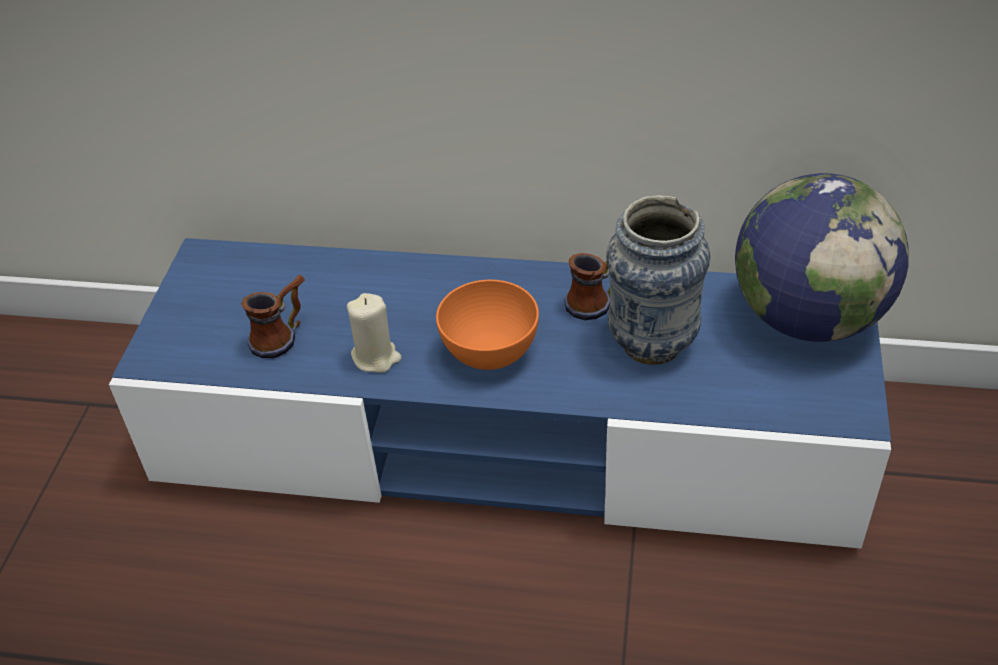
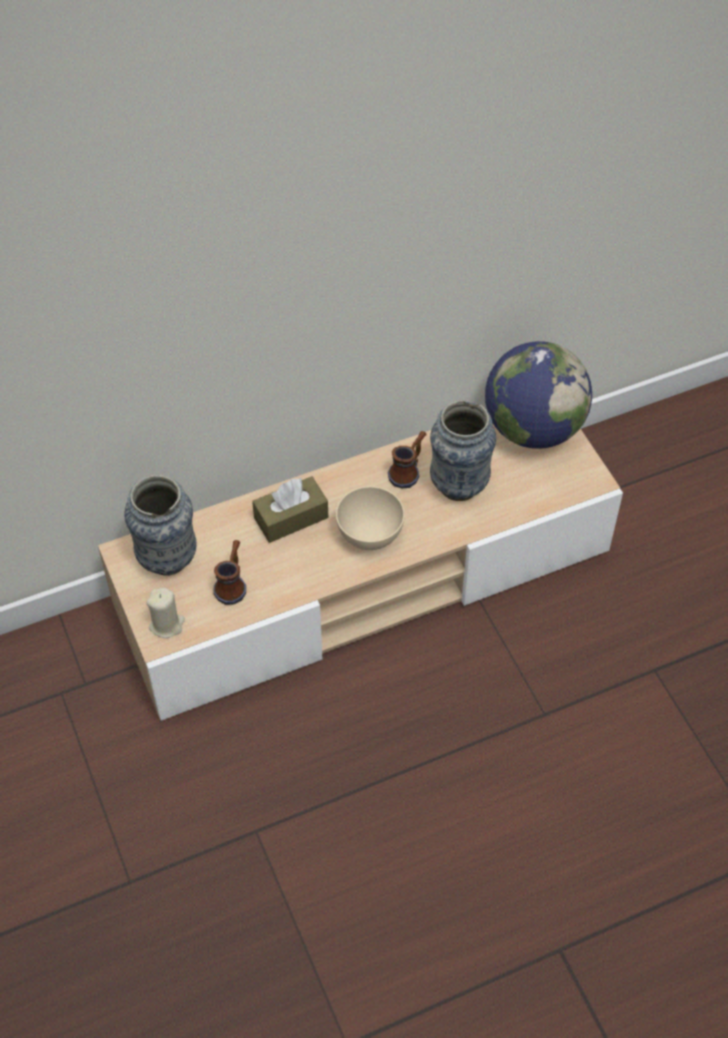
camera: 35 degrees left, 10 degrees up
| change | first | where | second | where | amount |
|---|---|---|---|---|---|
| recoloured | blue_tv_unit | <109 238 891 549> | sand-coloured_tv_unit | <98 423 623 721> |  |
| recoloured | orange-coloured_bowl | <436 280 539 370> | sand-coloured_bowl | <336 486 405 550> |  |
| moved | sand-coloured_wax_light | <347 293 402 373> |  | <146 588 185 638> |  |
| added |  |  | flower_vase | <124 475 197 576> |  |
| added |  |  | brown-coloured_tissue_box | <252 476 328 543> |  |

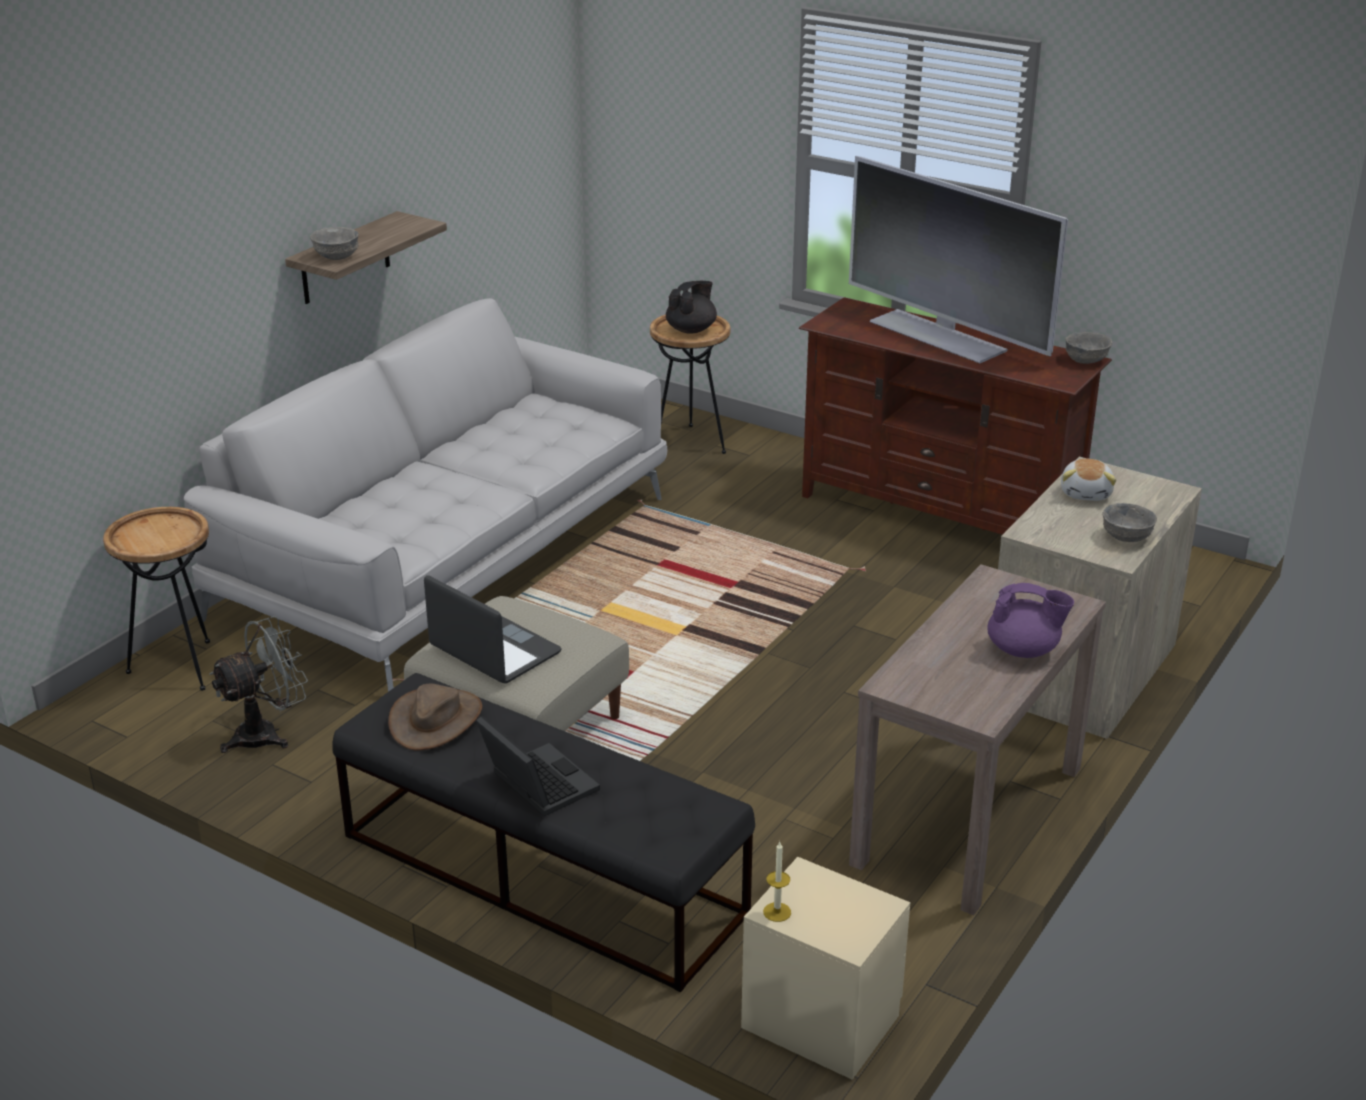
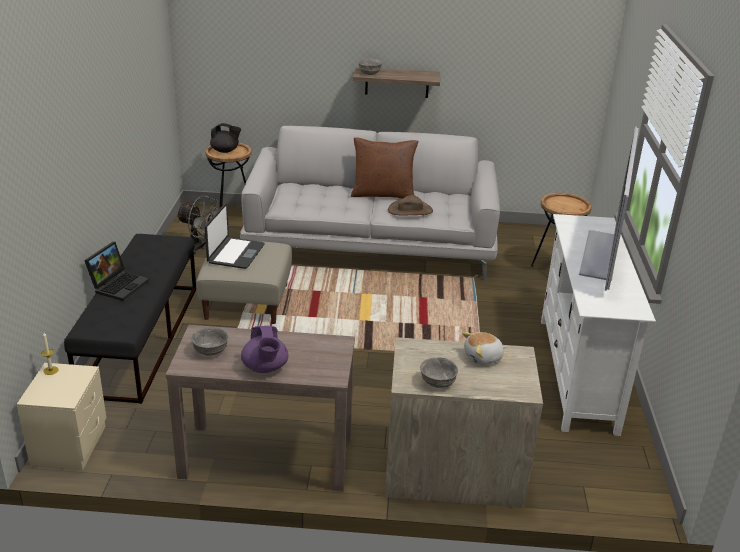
camera: 60 degrees right, 0 degrees up
| change | first | where | second | where | amount |
|---|---|---|---|---|---|
| moved | black-coloured_teapot | <666 281 717 334> |  | <210 123 241 153> |  |
| recoloured | brown-coloured_tv_unit | <799 297 1112 535> | whitish_tv_unit | <541 214 656 436> |  |
| moved | gray_bowl | <1065 332 1112 364> |  | <191 327 229 356> |  |
| moved | brown-coloured_hat | <388 684 482 751> |  | <388 195 433 215> |  |
| added |  |  | brown-coloured_pillow | <351 137 418 199> |  |

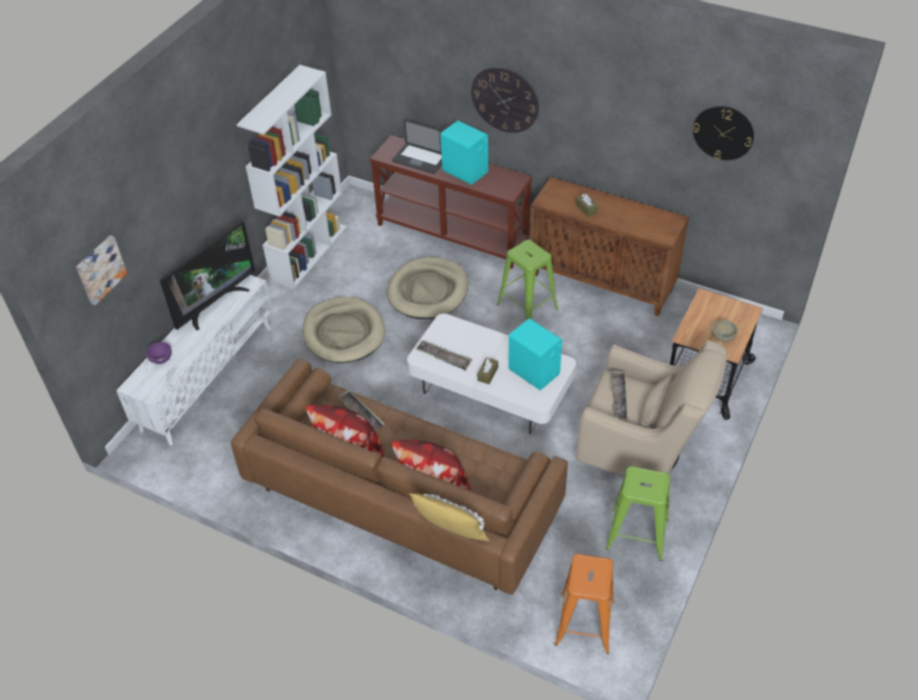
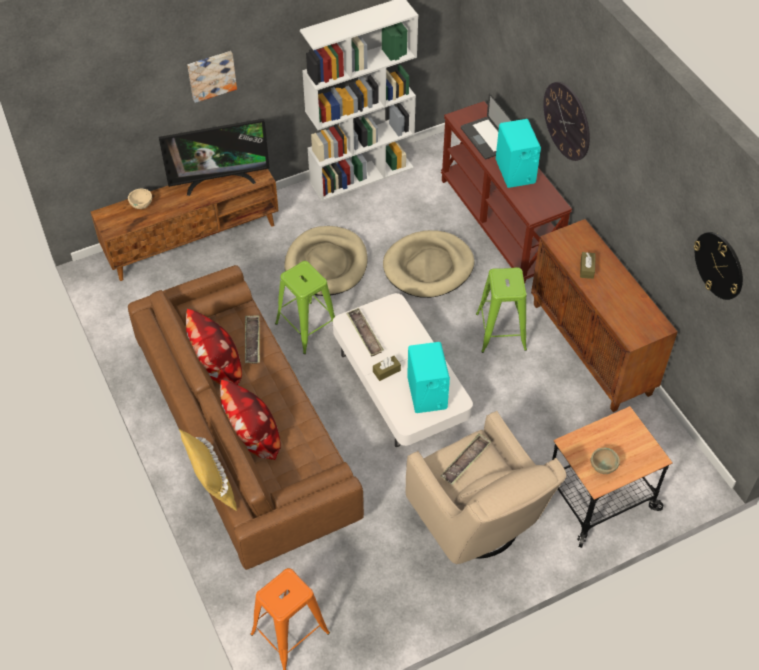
camera: 35 degrees right, 5 degrees up
| change | first | where | second | where | amount |
|---|---|---|---|---|---|
| moved | picture | <76 235 127 305> |  | <187 51 237 103> |  |
| recoloured | whitish_tv_unit | <116 275 273 445> | brown-coloured_tv_unit | <91 169 278 281> |  |
| recoloured | purple_bowl | <146 342 172 364> | sand-coloured_bowl | <128 189 152 209> |  |
| moved | greenish_sitting_stool | <605 466 670 561> |  | <275 261 335 354> |  |

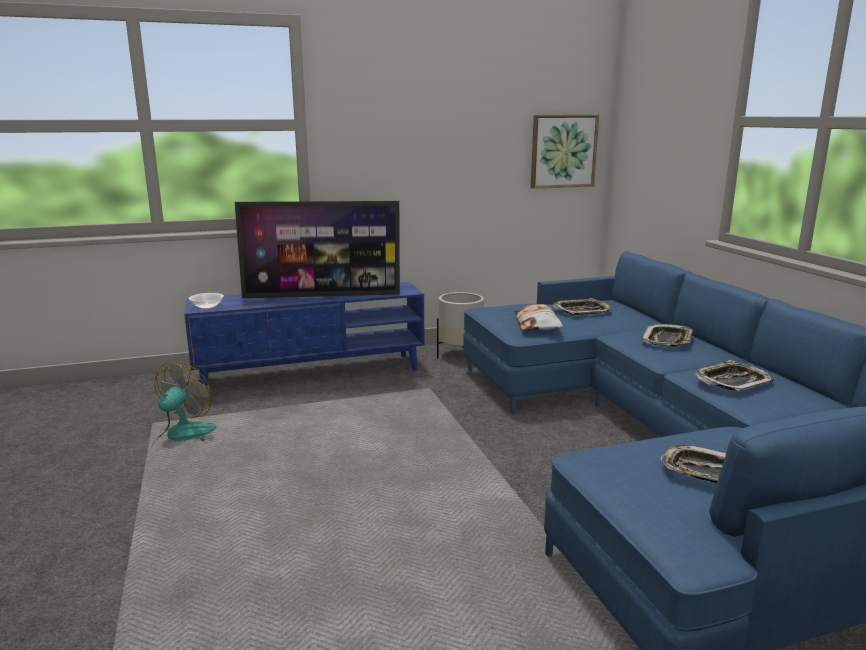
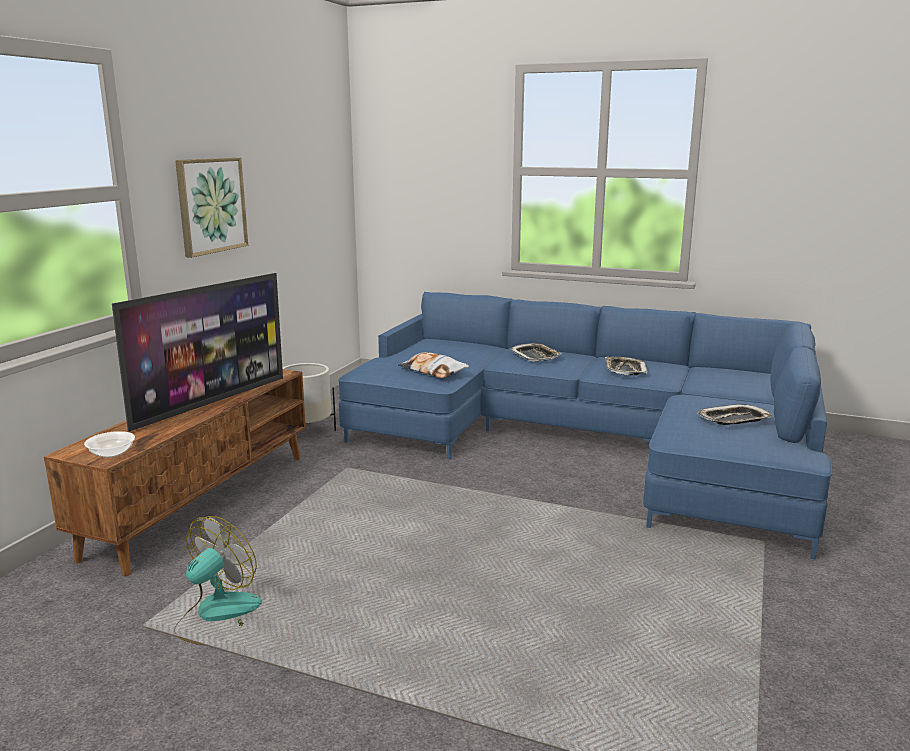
camera: 50 degrees left, 0 degrees up
| change | first | where | second | where | amount |
|---|---|---|---|---|---|
| moved | picture | <531 115 599 189> |  | <175 157 248 258> |  |
| recoloured | blue_tv_unit | <184 282 424 386> | brown-coloured_tv_unit | <44 369 306 577> |  |
| removed | serving_tray | <553 298 612 315> |  |  |  |
| turned | cooling_fan | <152 362 216 451> |  | <174 516 262 645> | 60 degrees clockwise |

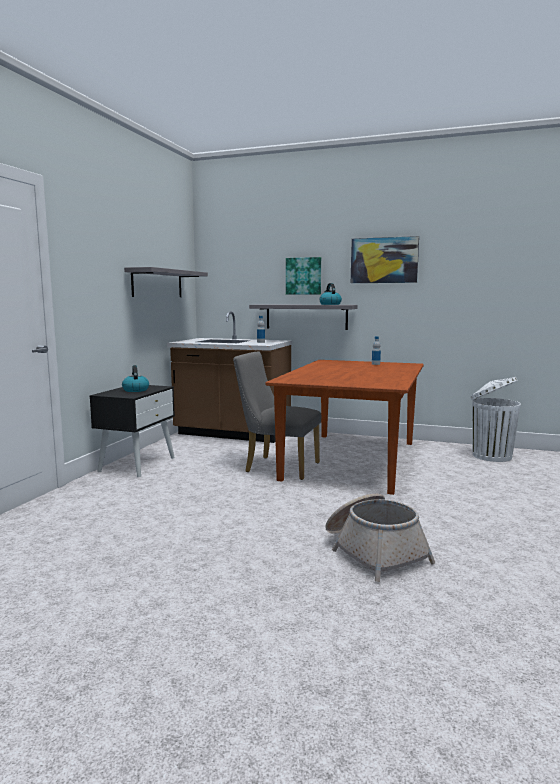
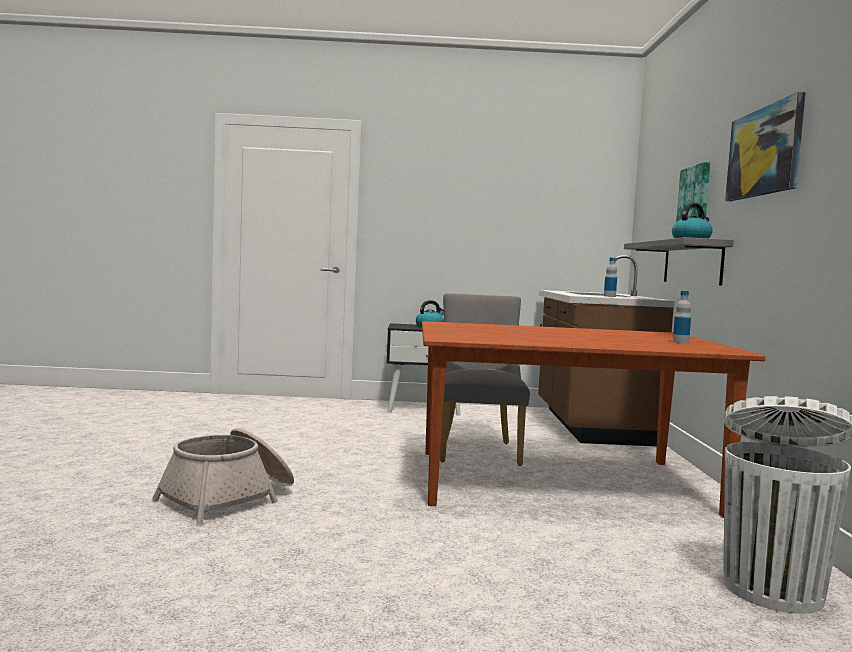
camera: 70 degrees right, 5 degrees down
| change | first | where | second | where | amount |
|---|---|---|---|---|---|
| removed | gray_wall_shelf | <124 267 208 297> |  |  |  |

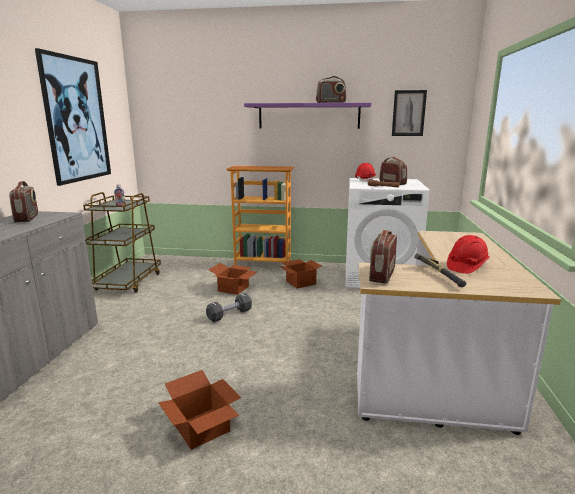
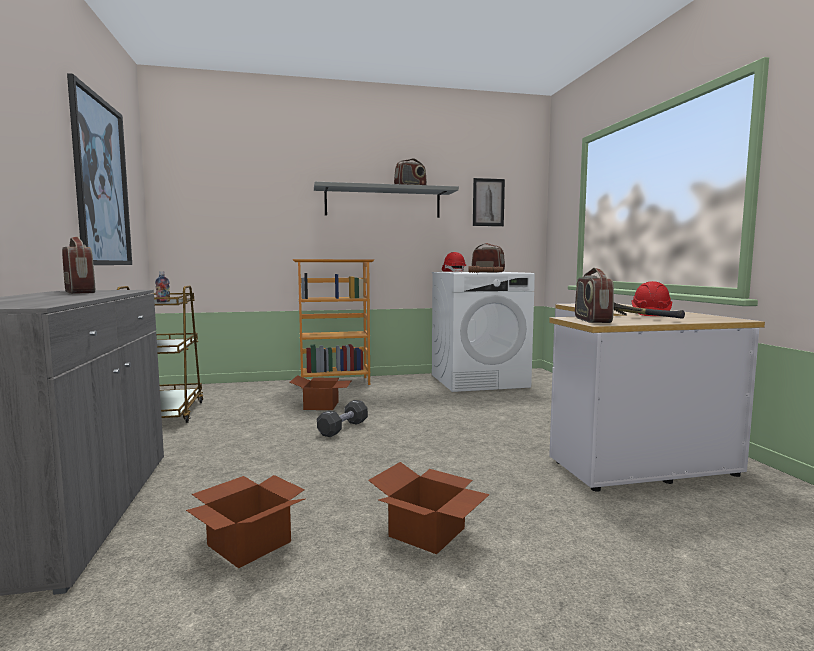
camera: 20 degrees left, 10 degrees down
| change | first | where | second | where | amount |
|---|---|---|---|---|---|
| recoloured | purple_wall_shelf | <244 103 371 129> | gray_wall_shelf | <314 182 459 218> |  |
| moved | packing_box | <281 259 322 289> |  | <186 475 305 568> |  |

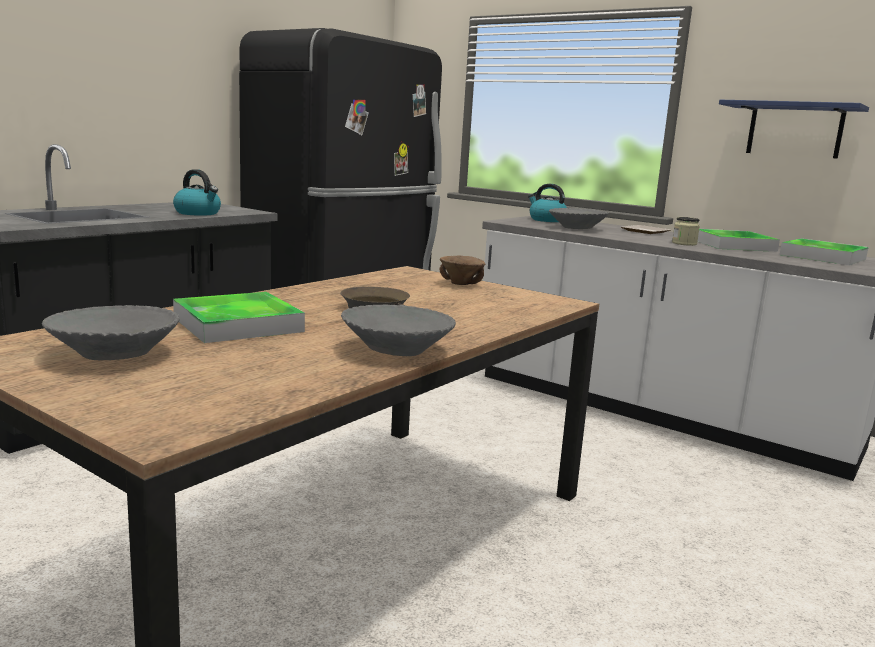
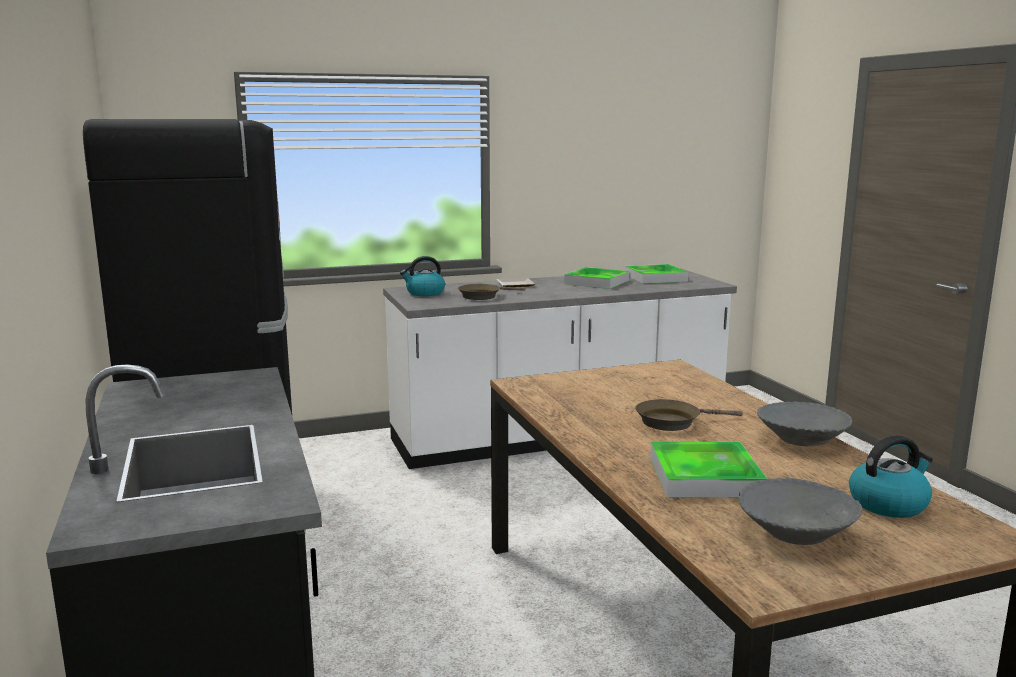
camera: 55 degrees left, 0 degrees up
| change | first | where | second | where | amount |
|---|---|---|---|---|---|
| removed | blue_wall_shelf | <719 100 869 159> |  |  |  |
| moved | kettle | <173 169 221 216> |  | <849 435 933 518> |  |
| replaced | gray_bowl | <549 208 609 229> | brown-coloured_skillet | <458 284 526 300> |  |
| removed | jar | <672 217 700 246> |  |  |  |
| removed | brown-coloured_bowl | <440 255 485 285> |  |  |  |

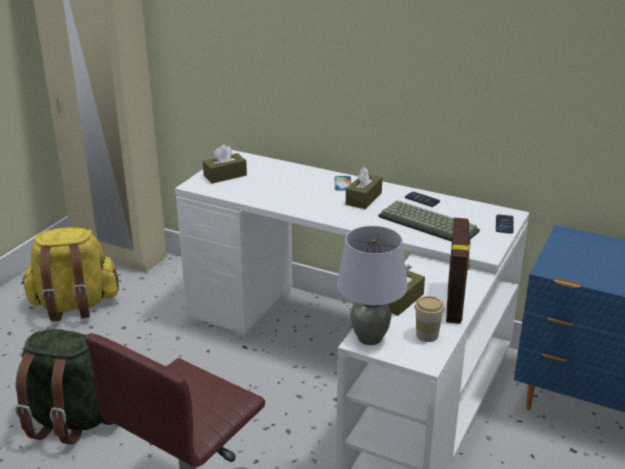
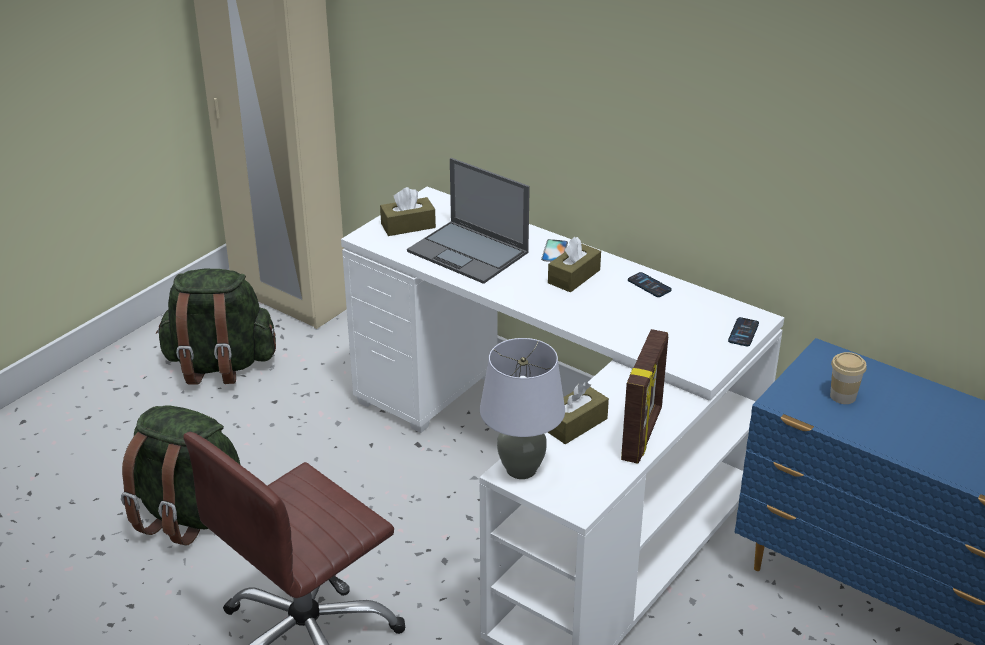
camera: 10 degrees right, 5 degrees up
| change | first | where | second | where | amount |
|---|---|---|---|---|---|
| removed | PC_keyboard | <378 200 480 242> |  |  |  |
| recoloured | yellow-coloured_rucksack | <21 227 119 321> | greenish_rucksack | <156 269 276 384> |  |
| moved | small_cup | <414 296 445 342> |  | <830 352 867 404> |  |
| added |  |  | notebook_computer | <407 158 530 284> |  |

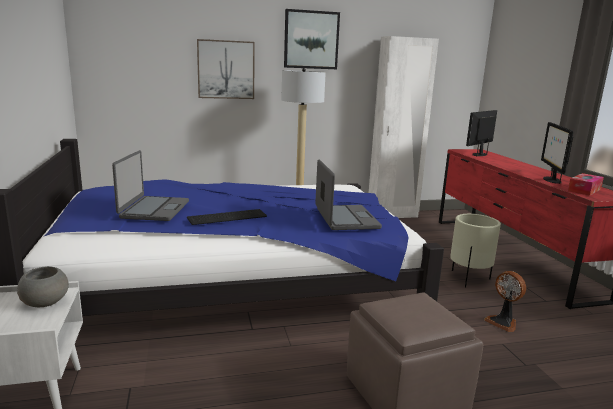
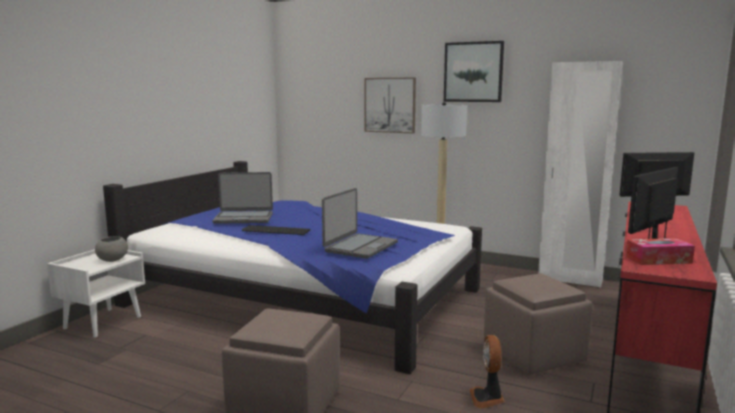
camera: 40 degrees right, 5 degrees down
| change | first | where | second | where | amount |
|---|---|---|---|---|---|
| turned | notebook_computer | <112 150 189 221> |  | <212 172 273 224> | 45 degrees clockwise |
| replaced | sand-coloured_planter | <450 214 501 287> | brown-coloured_ottoman | <484 273 593 375> |  |

